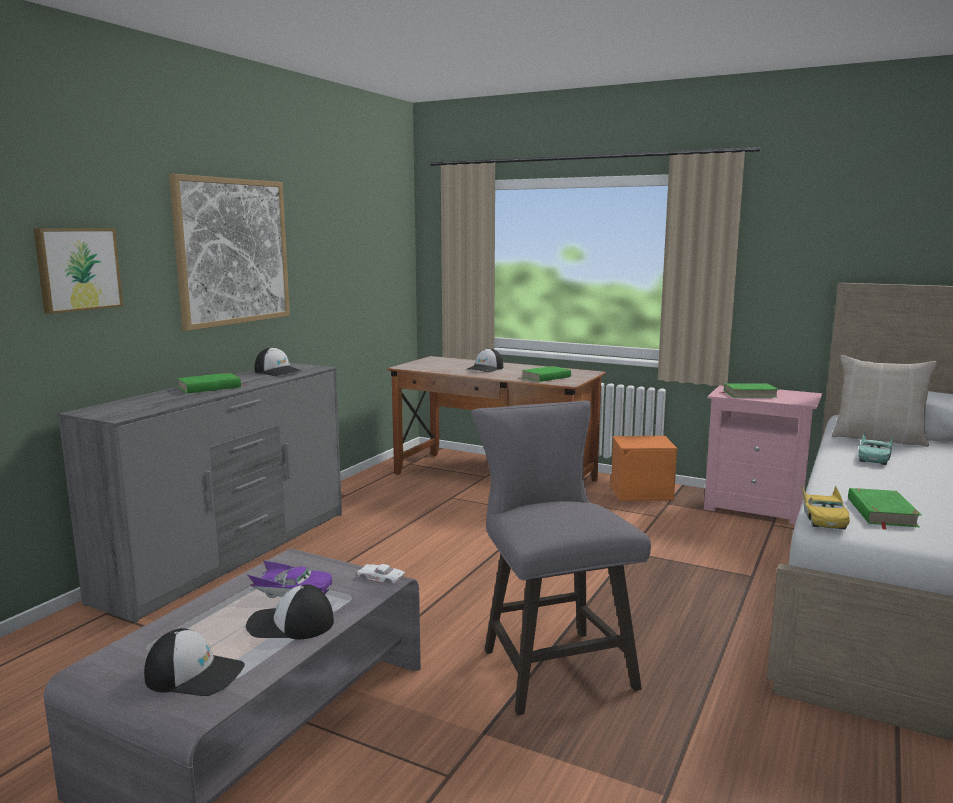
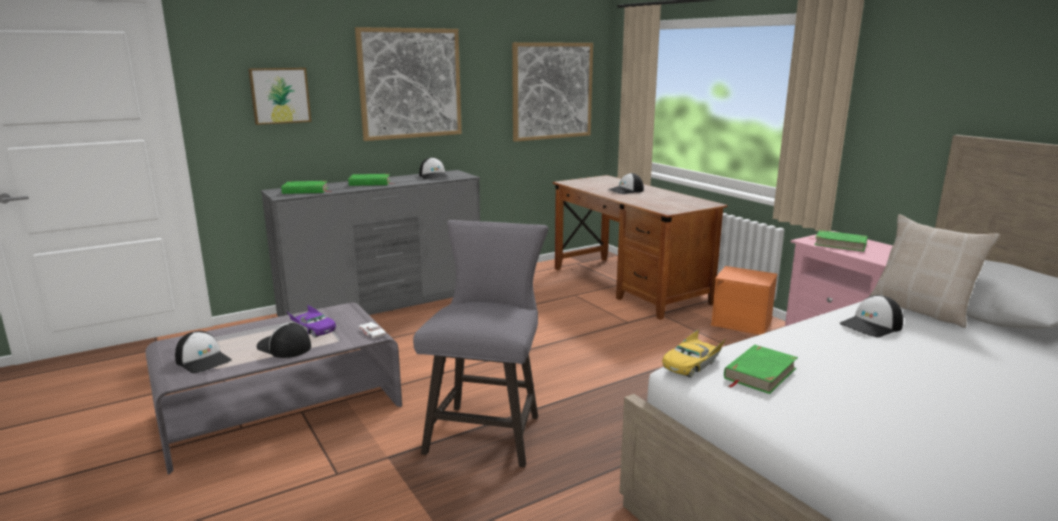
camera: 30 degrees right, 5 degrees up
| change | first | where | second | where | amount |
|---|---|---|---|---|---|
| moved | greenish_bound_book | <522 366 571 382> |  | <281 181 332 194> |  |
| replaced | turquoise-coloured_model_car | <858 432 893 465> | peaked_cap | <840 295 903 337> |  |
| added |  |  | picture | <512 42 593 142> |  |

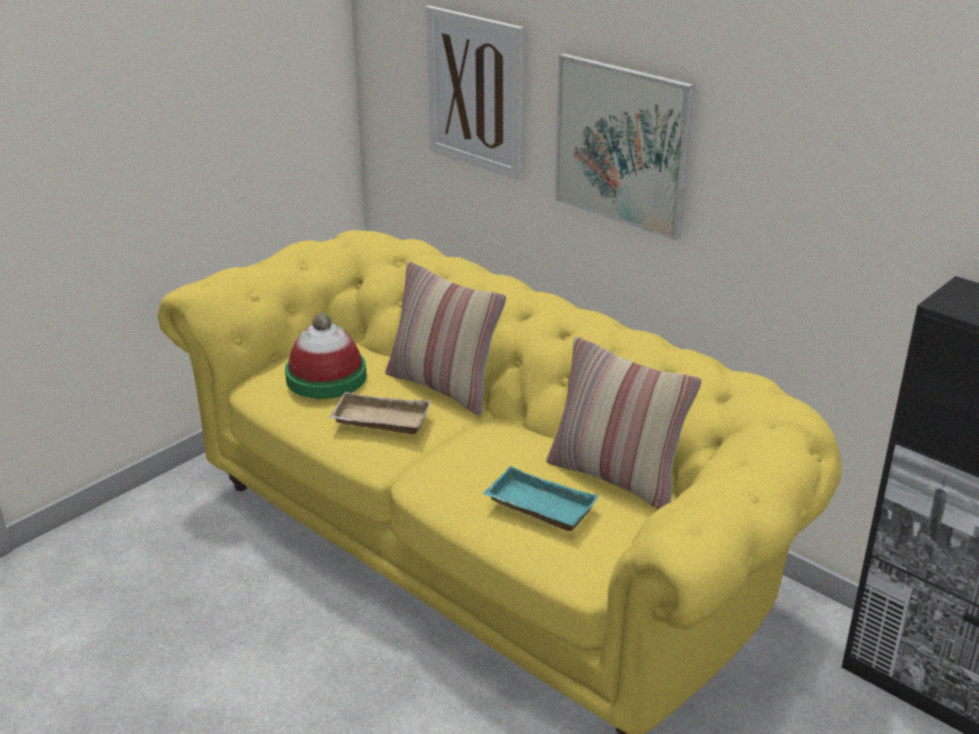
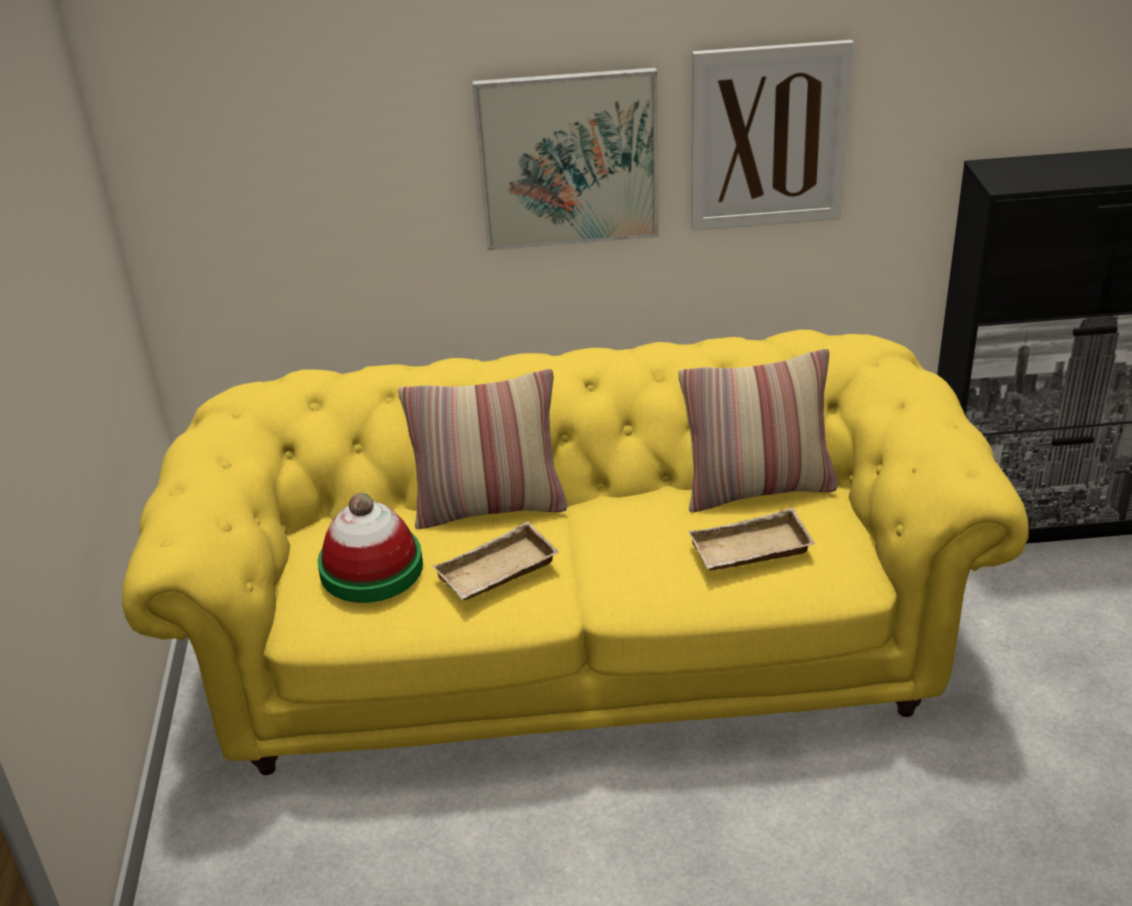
camera: 45 degrees left, 5 degrees up
| change | first | where | second | where | amount |
|---|---|---|---|---|---|
| moved | picture | <426 6 524 180> |  | <691 40 853 231> |  |
| recoloured | turquoise-coloured_serving_tray | <483 466 599 531> | sand-coloured_serving_tray | <688 507 816 570> |  |

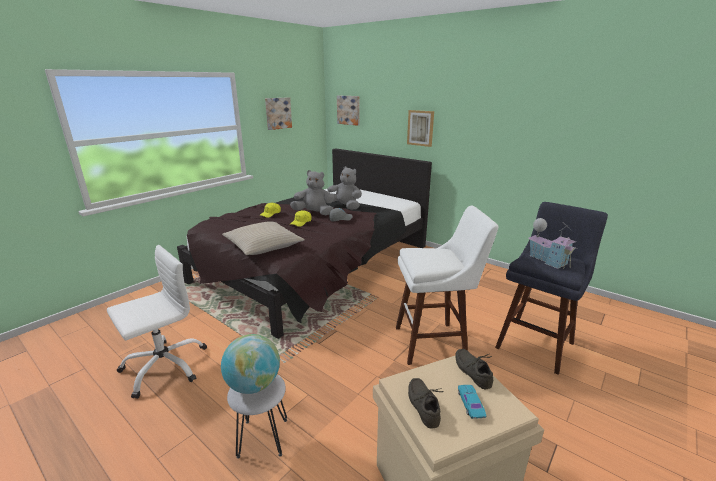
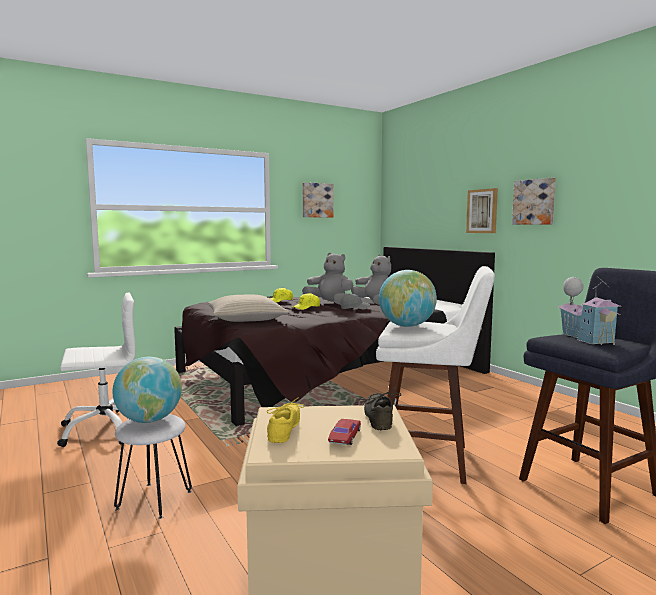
camera: 20 degrees right, 15 degrees down
| change | first | where | second | where | amount |
|---|---|---|---|---|---|
| moved | picture | <337 96 360 126> |  | <512 178 556 225> |  |
| recoloured | gray_item_of_footwear | <408 378 444 429> | yellow-coloured_item_of_footwear | <267 397 305 443> |  |
| recoloured | turquoise-coloured_model_car | <458 385 486 419> | red-coloured_model_car | <328 419 361 445> |  |
| added |  |  | world_globe | <379 270 437 327> |  |

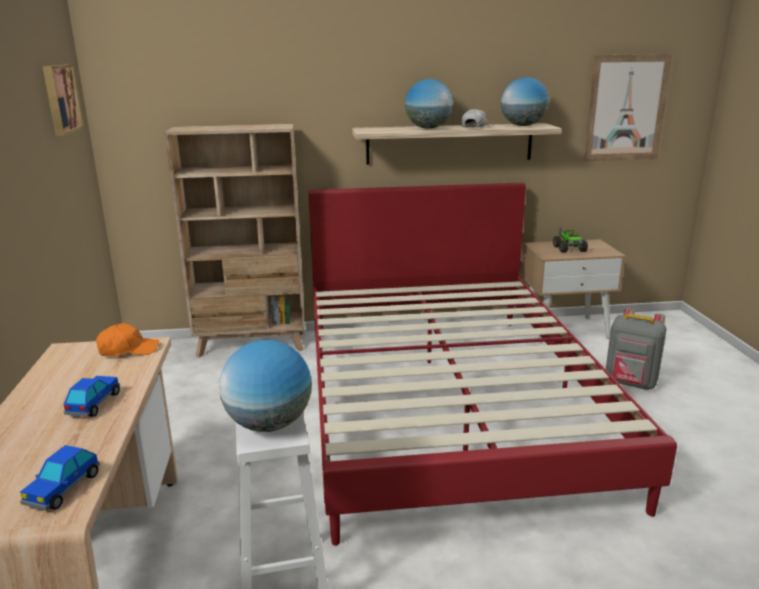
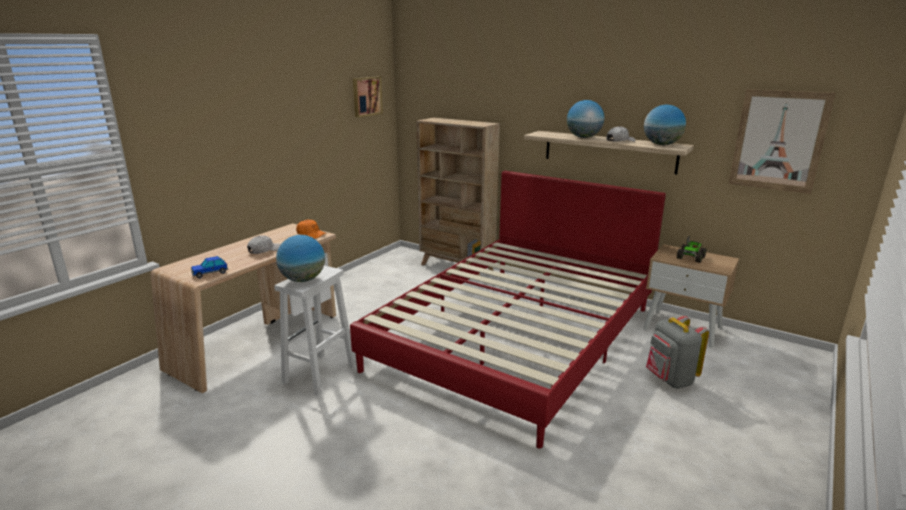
camera: 40 degrees right, 0 degrees up
| change | first | where | second | where | amount |
|---|---|---|---|---|---|
| replaced | model_car | <64 376 120 417> | whitish_peaked_cap | <247 235 281 254> |  |

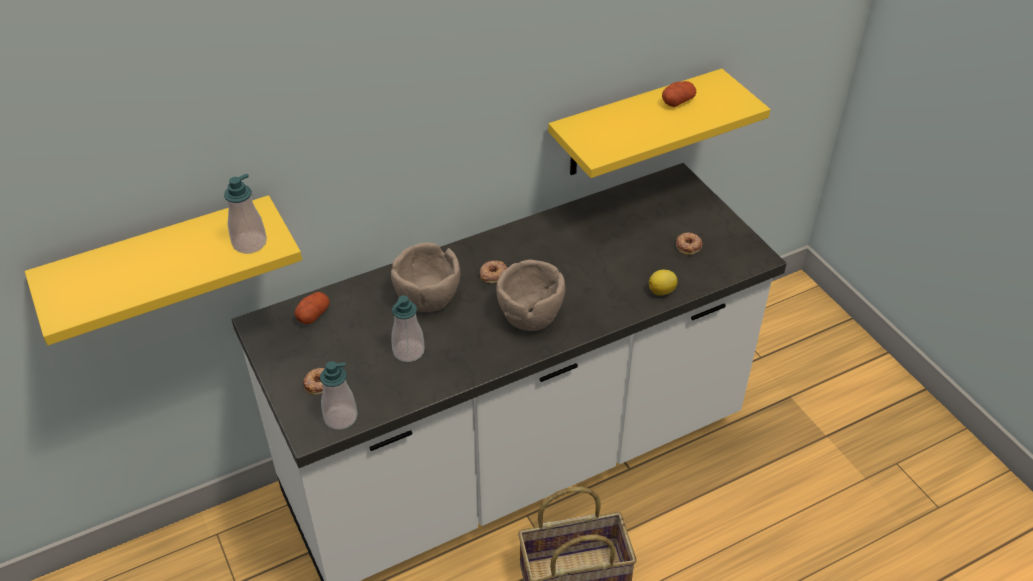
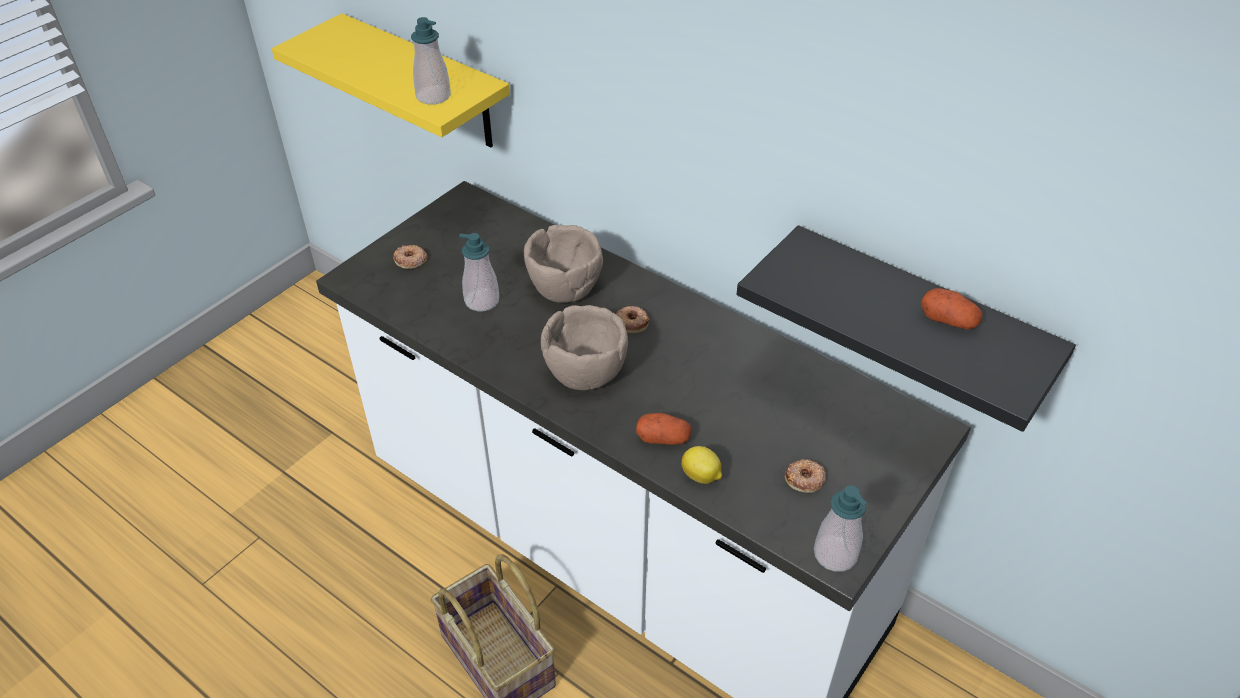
camera: 65 degrees right, 0 degrees up
| change | first | where | second | where | amount |
|---|---|---|---|---|---|
| recoloured | yellow-coloured_wall_shelf | <548 69 770 178> | black-coloured_wall_shelf | <737 225 1076 432> |  |
| moved | potato | <294 292 330 325> |  | <636 413 692 445> |  |
| moved | liquid_soap_bottle | <320 361 358 430> |  | <814 486 867 572> |  |

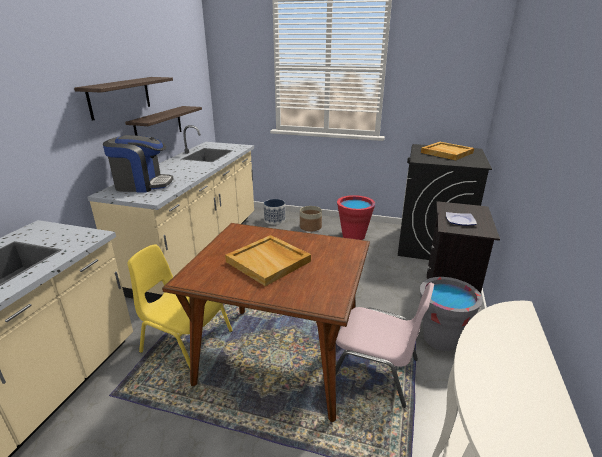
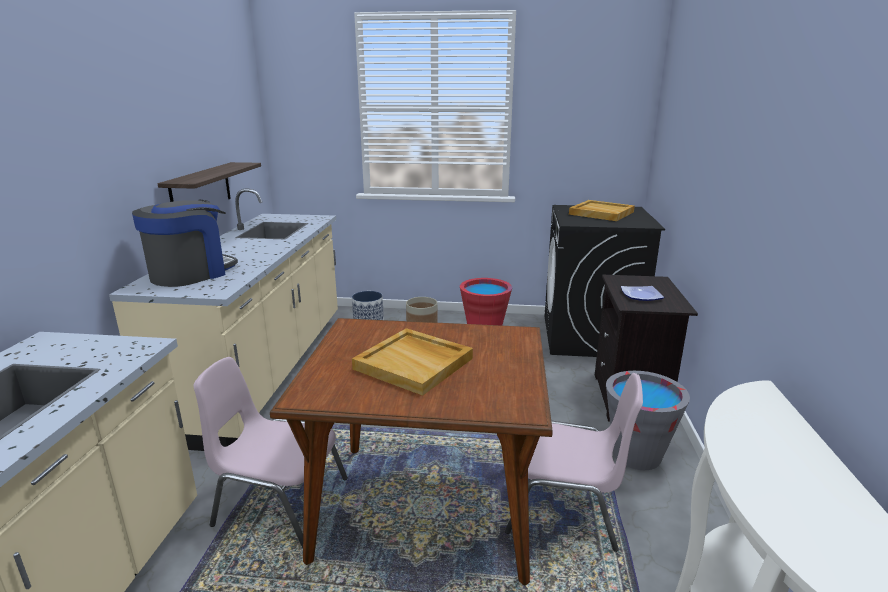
camera: 10 degrees left, 5 degrees down
| change | first | where | second | where | amount |
|---|---|---|---|---|---|
| removed | wall_shelf | <74 77 173 121> |  |  |  |
| turned | coffee_brewer | <103 135 173 192> |  | <132 199 238 287> | 45 degrees counterclockwise |
| recoloured | yellow-coloured_chair | <128 244 233 368> | pinkish_chair | <194 357 348 548> |  |

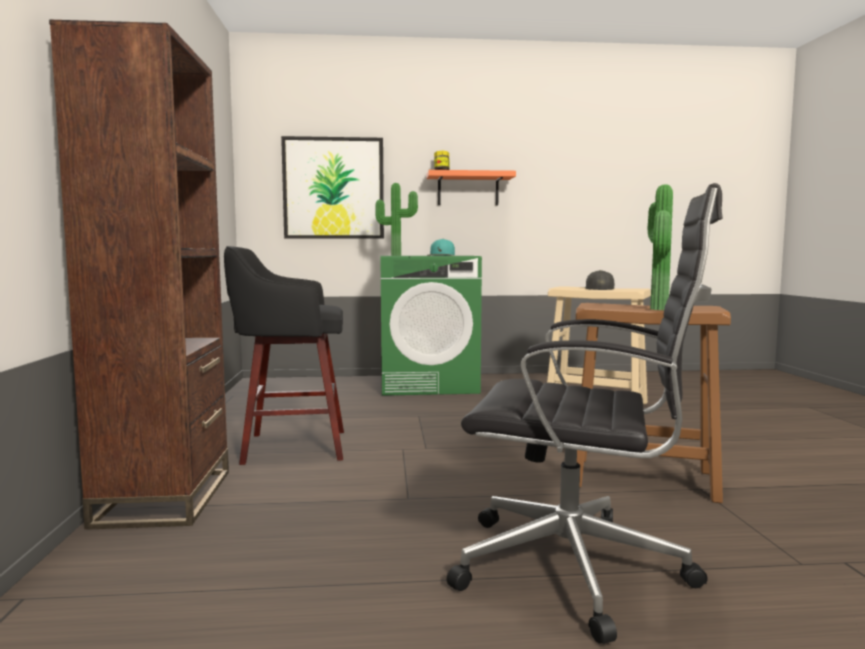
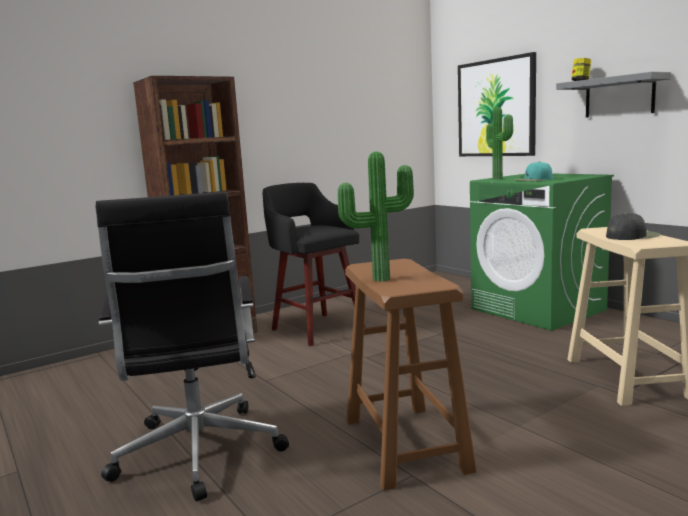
camera: 60 degrees right, 5 degrees up
| change | first | where | second | where | amount |
|---|---|---|---|---|---|
| recoloured | orange-coloured_wall_shelf | <426 170 516 205> | gray_wall_shelf | <556 72 671 117> |  |

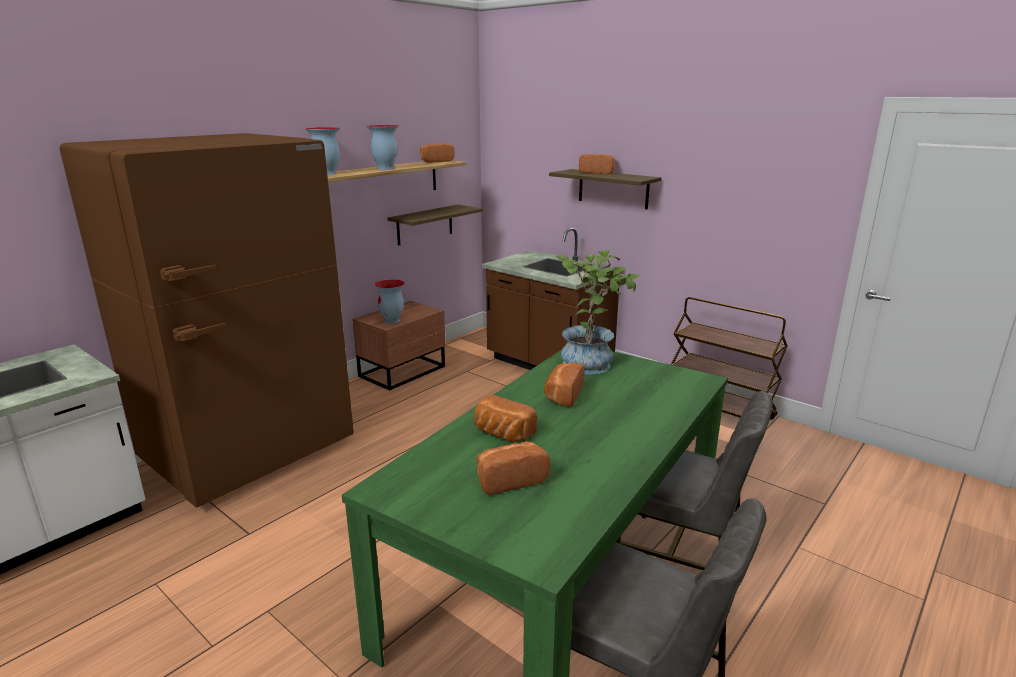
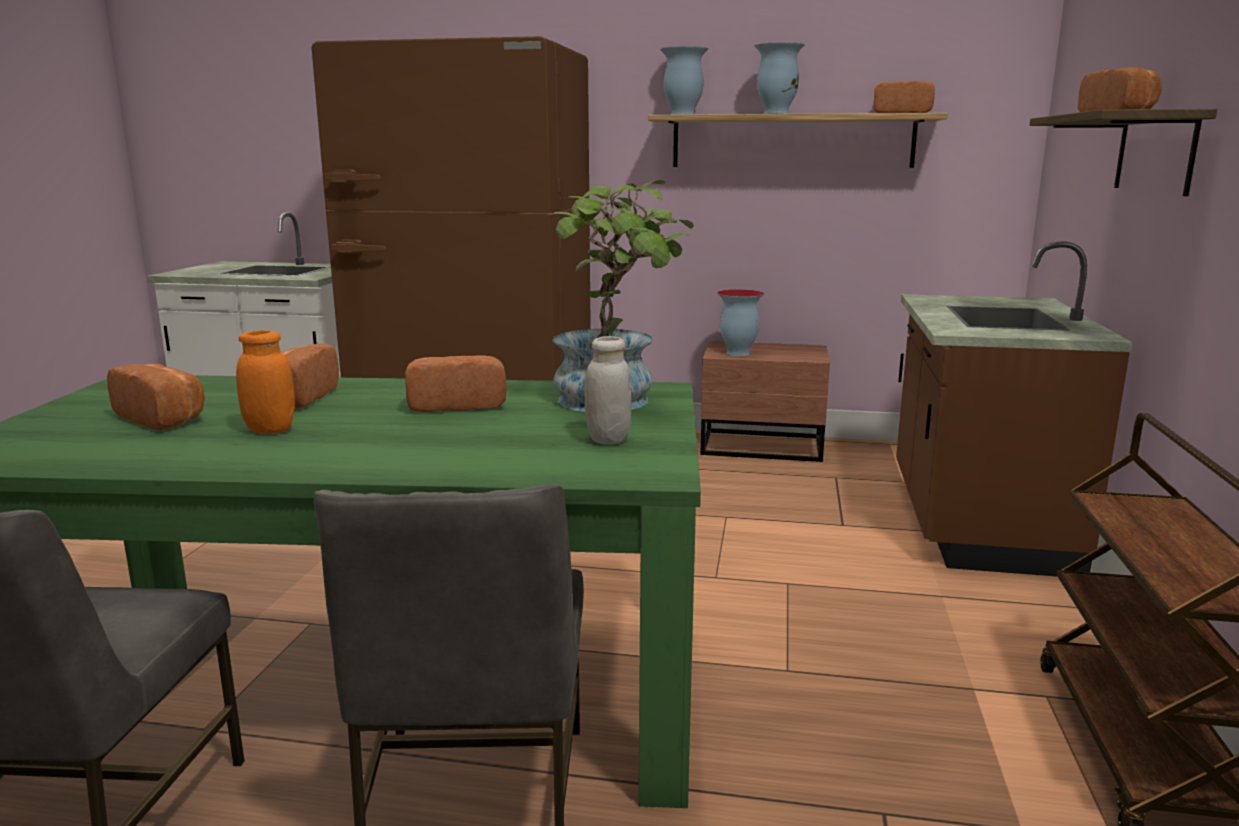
camera: 60 degrees right, 5 degrees down
| change | first | where | second | where | amount |
|---|---|---|---|---|---|
| removed | wall_shelf | <387 205 483 246> |  |  |  |
| added |  |  | orange-coloured_jar | <236 330 295 434> |  |
| added |  |  | whitish_jar | <584 336 631 444> |  |

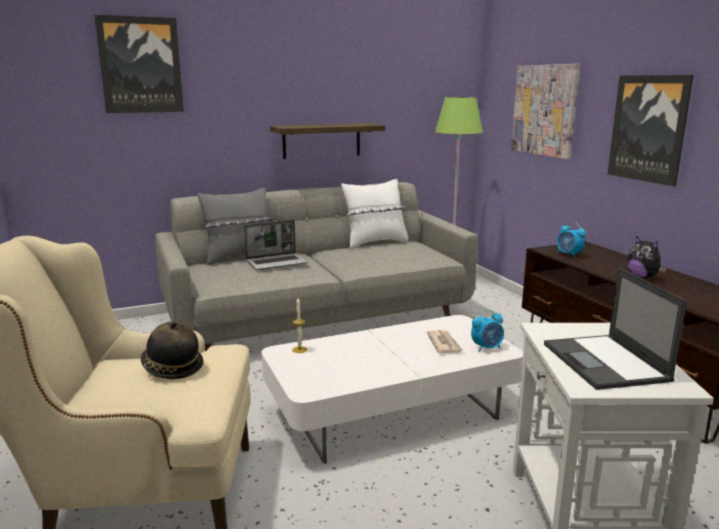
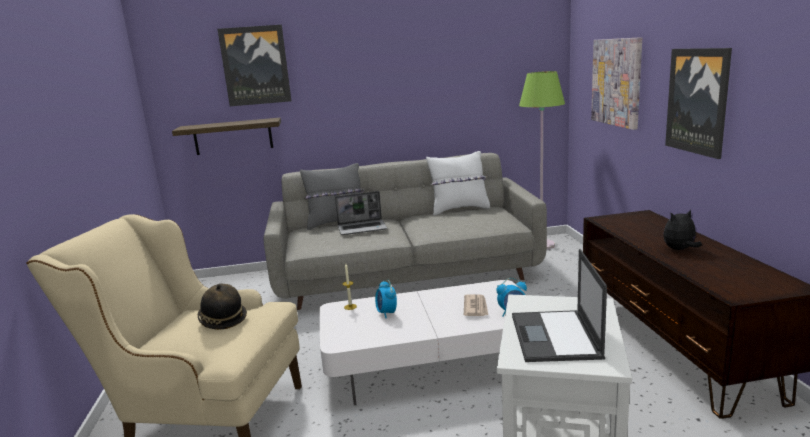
camera: 15 degrees right, 0 degrees up
| change | first | where | second | where | amount |
|---|---|---|---|---|---|
| moved | wall_shelf | <270 123 385 159> |  | <172 118 281 155> |  |
| moved | bedside_clock | <557 222 586 258> |  | <375 280 397 318> |  |
| turned | soft_toy | <627 236 667 278> |  | <663 209 702 250> | 90 degrees clockwise |

